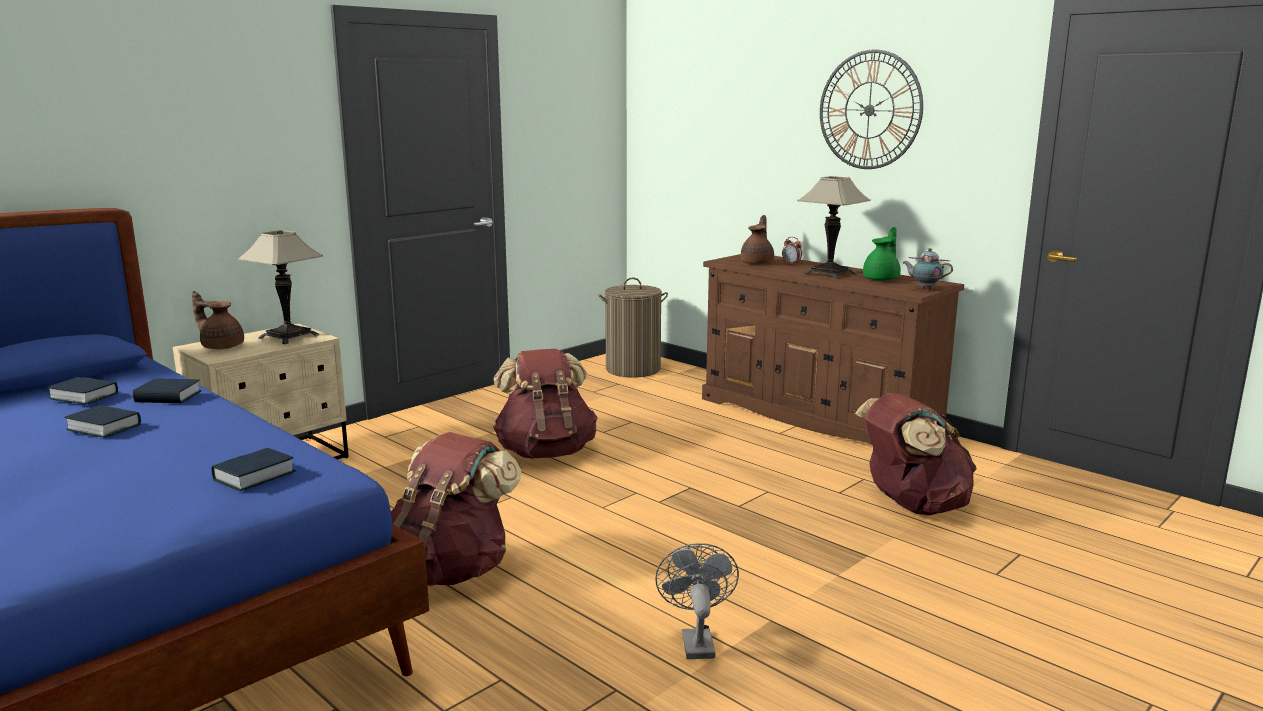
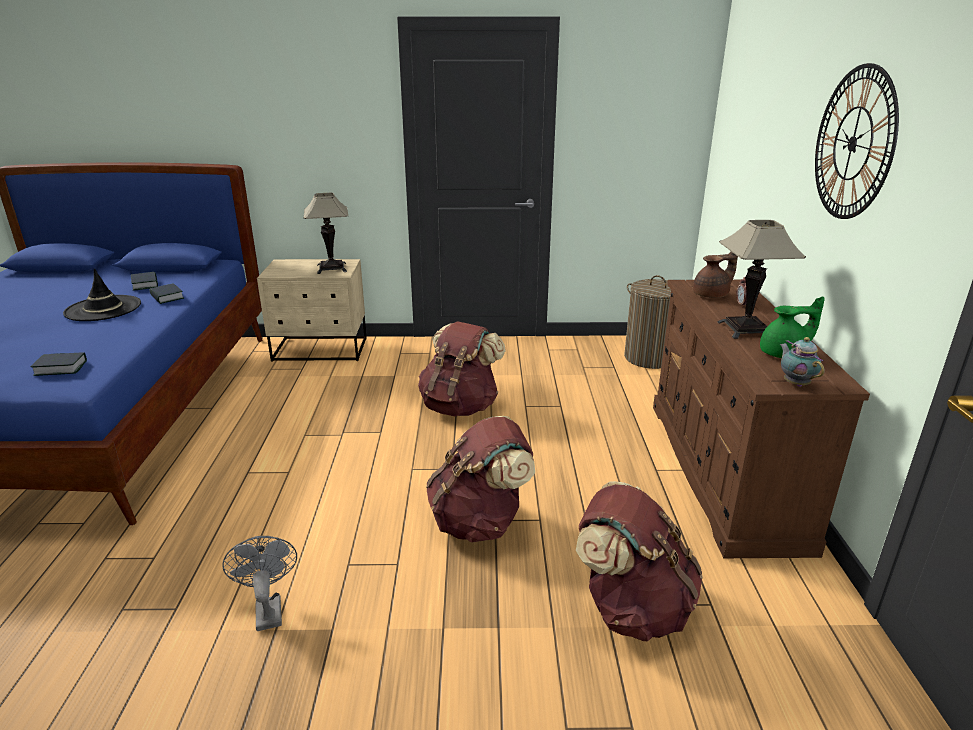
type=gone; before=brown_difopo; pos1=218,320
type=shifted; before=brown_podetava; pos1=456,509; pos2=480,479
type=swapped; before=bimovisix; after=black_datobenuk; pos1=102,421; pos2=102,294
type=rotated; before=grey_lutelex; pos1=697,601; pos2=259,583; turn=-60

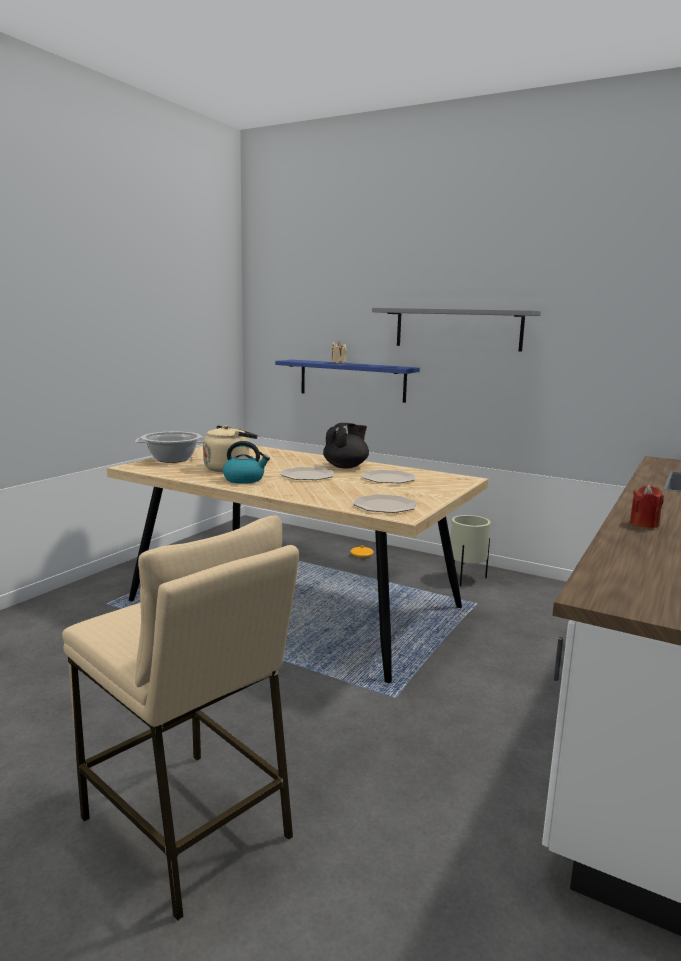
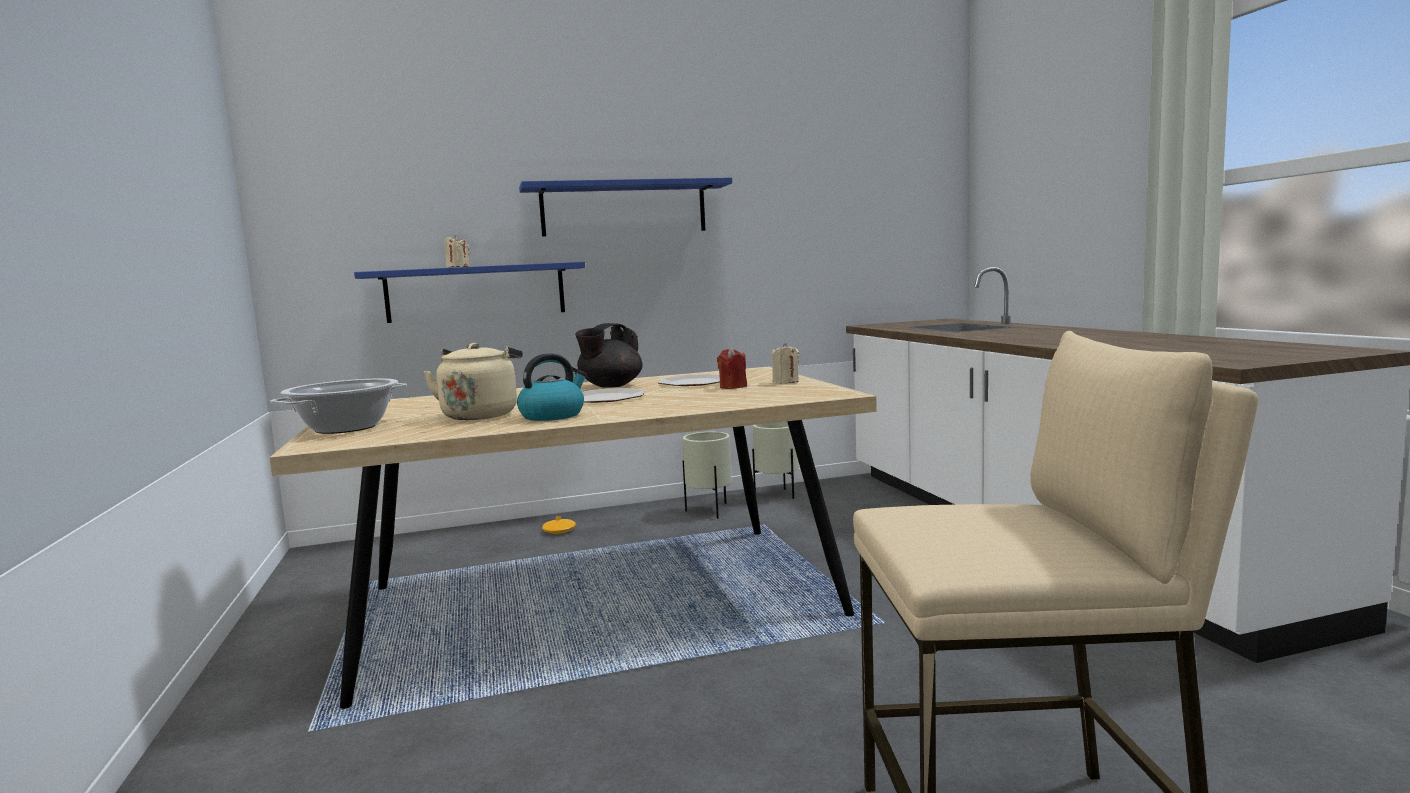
type=gone; before=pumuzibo; pos1=385,503
type=new; after=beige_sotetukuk; pos2=775,460
type=new; after=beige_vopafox; pos2=786,363
type=shifted; before=red_vopafox; pos1=647,506; pos2=732,368
type=repainted; before=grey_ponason; after=blue_ponason; pos1=456,330; pos2=625,207
type=rotated; before=black_difopo; pos1=346,445; pos2=609,355; turn=-135

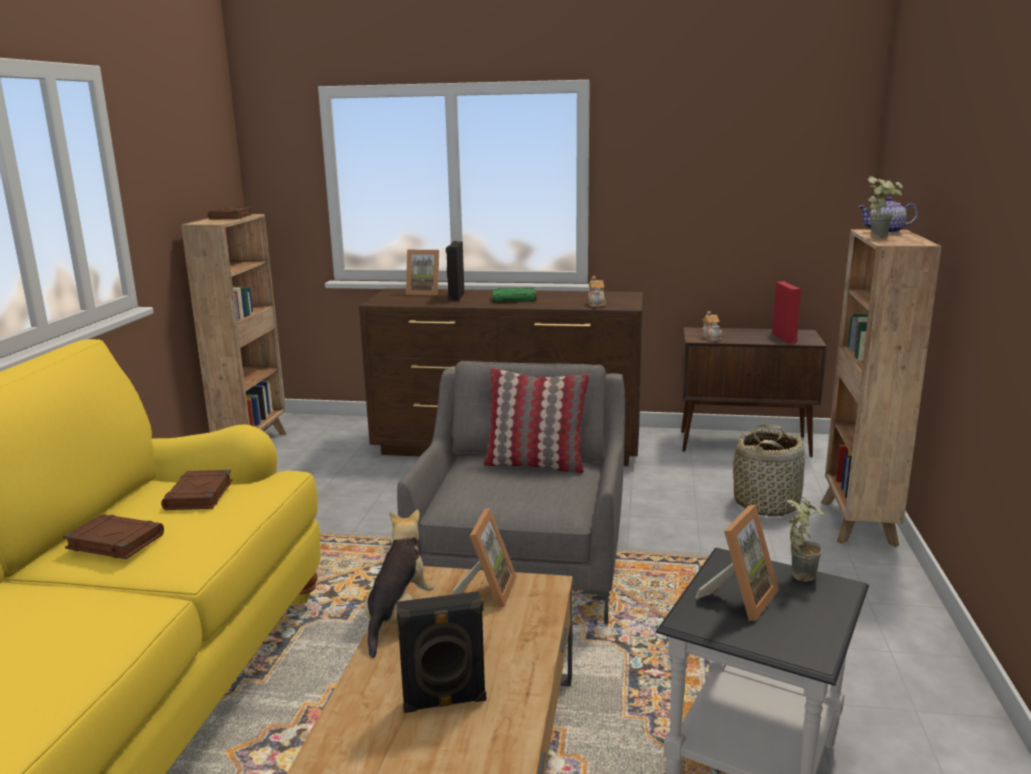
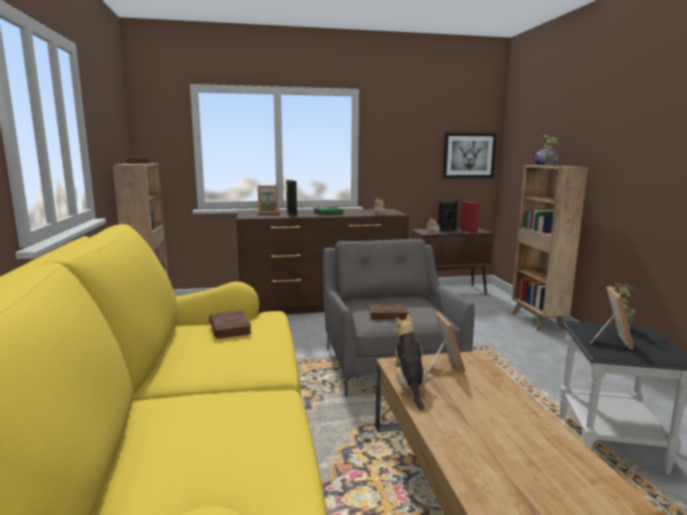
type=gone; before=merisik; pos1=536,421
type=gone; before=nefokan; pos1=769,470
type=new; after=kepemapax; pos2=470,155
type=shifted; before=brown_bimovisix; pos1=113,536; pos2=388,312
type=shifted; before=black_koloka; pos1=441,652; pos2=448,216

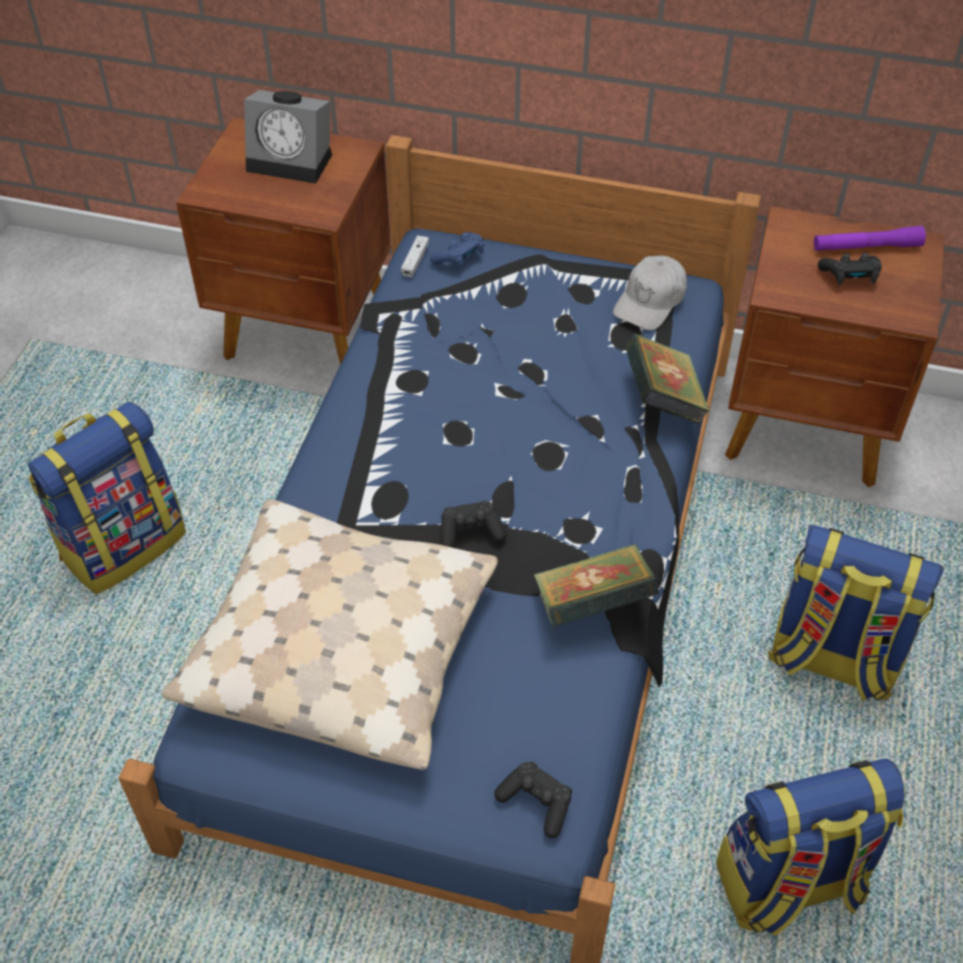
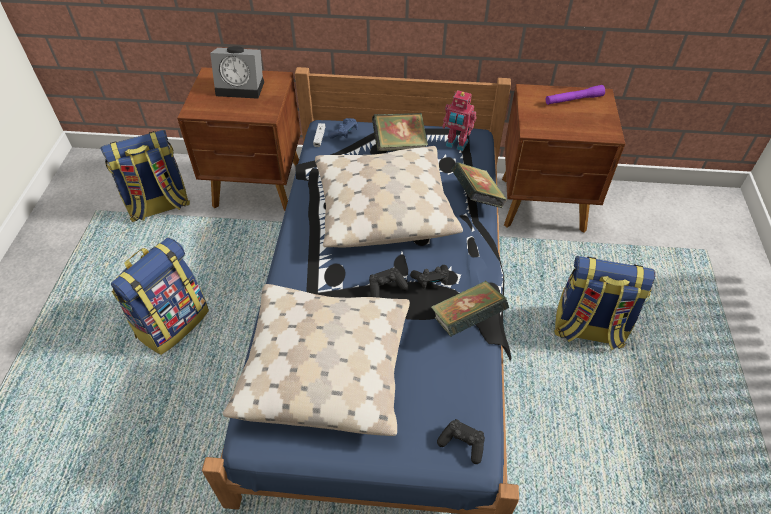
type=new; after=beige_merisik; pos2=389,196
type=new; after=bimovisix; pos2=400,132
type=shifted; before=podetava; pos1=810,847; pos2=145,176
type=shifted; before=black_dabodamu; pos1=850,269; pos2=429,277
type=swapped; before=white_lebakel; after=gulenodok; pos1=650,293; pos2=459,120

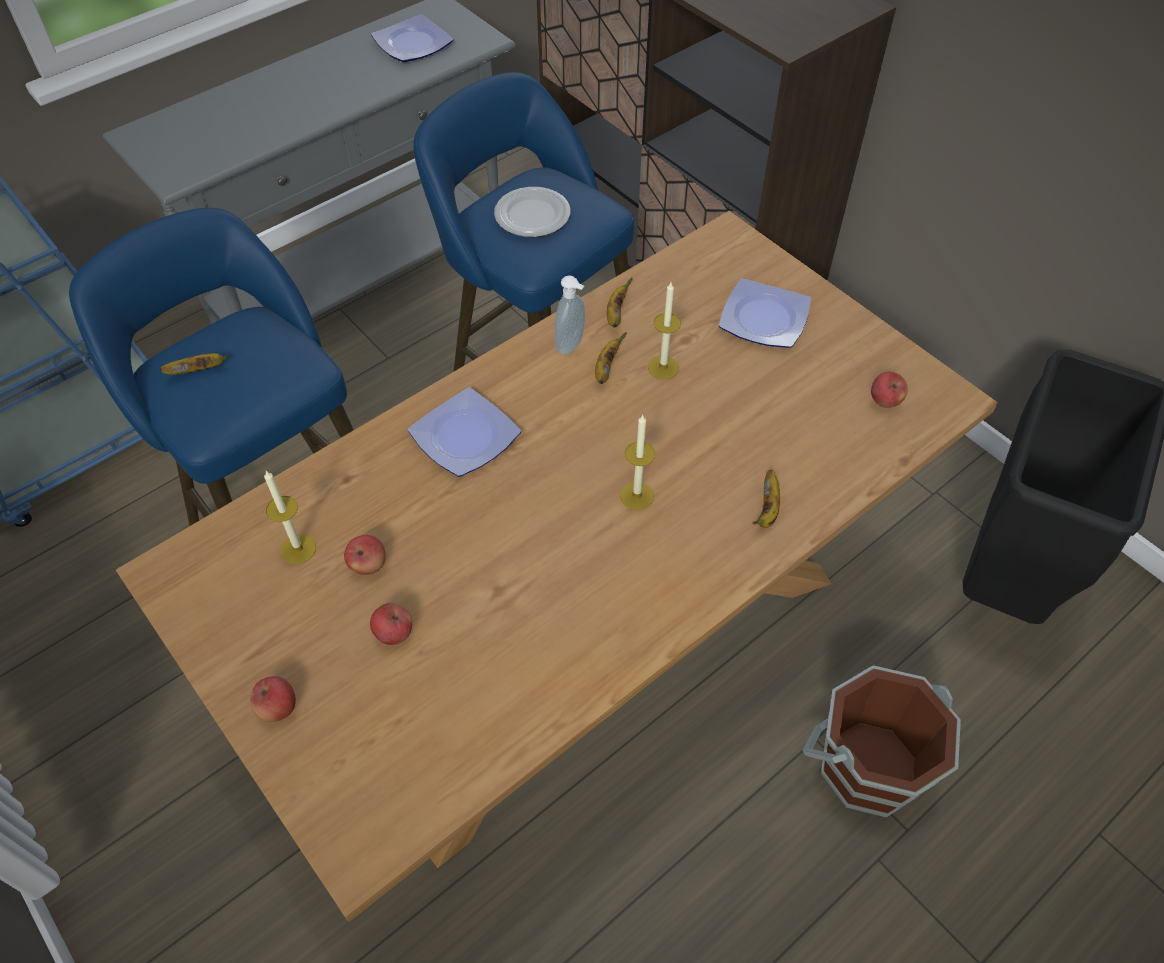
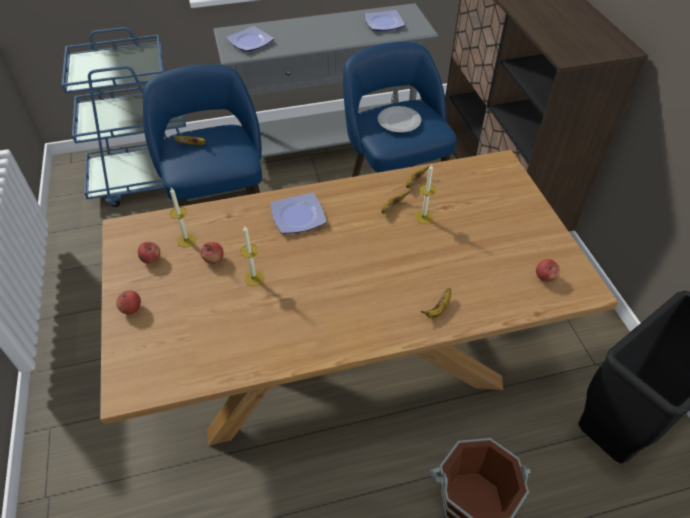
type=gone; before=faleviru; pos1=570,315
type=shifted; before=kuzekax; pos1=391,624; pos2=149,253
type=shifted; before=vopafox; pos1=637,462; pos2=252,256
type=shifted; before=pumuzibo; pos1=765,313; pos2=250,39

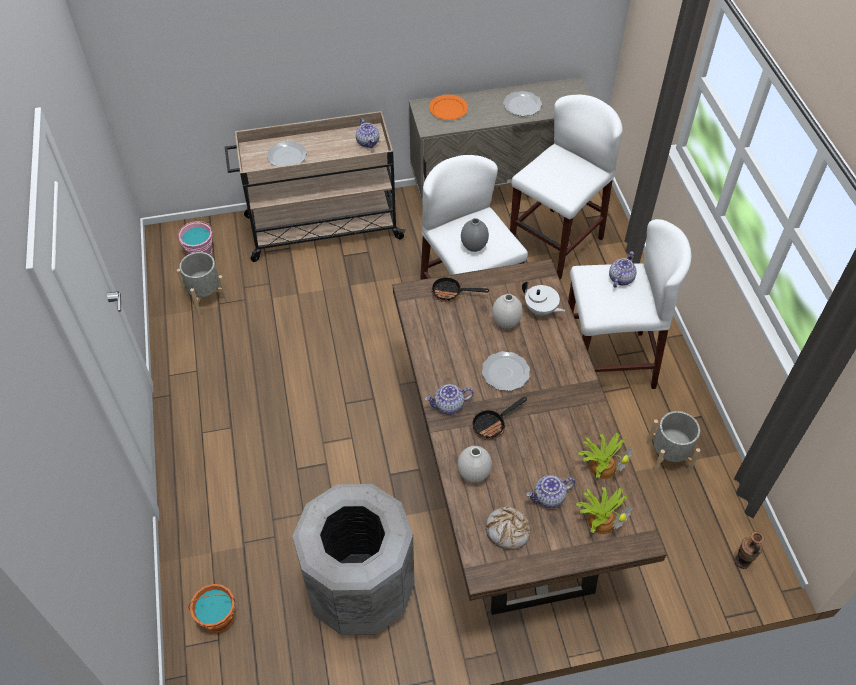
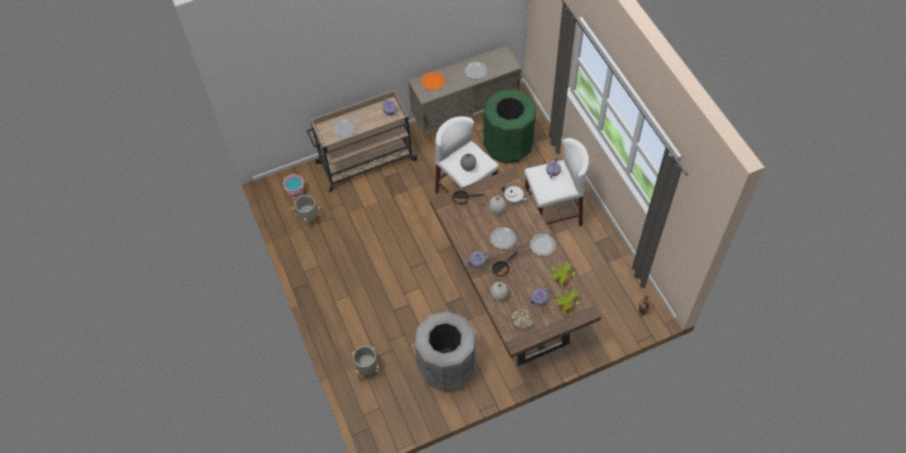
type=gone; before=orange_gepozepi; pos1=212,608
type=new; after=pumuzibo; pos2=543,245
type=shifted; before=grey_sotetukuk; pos1=673,442; pos2=366,364
type=swapped; before=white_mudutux; after=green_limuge; pos1=566,187; pos2=509,126

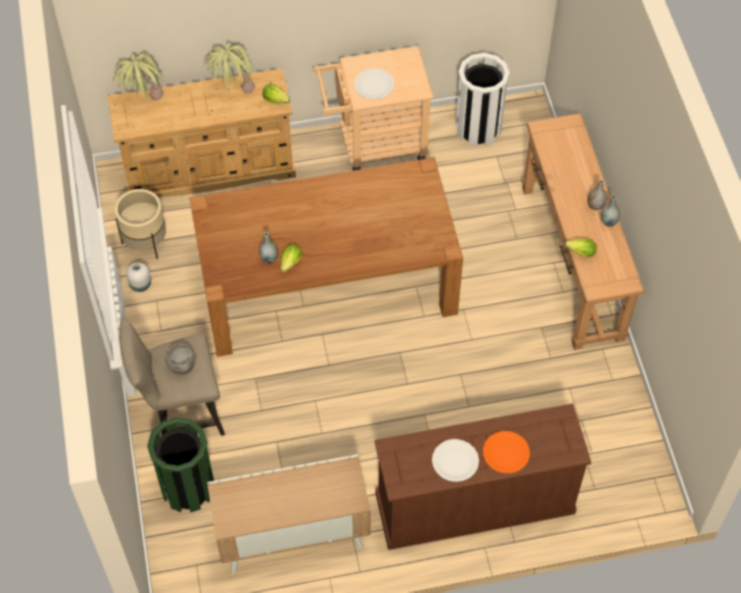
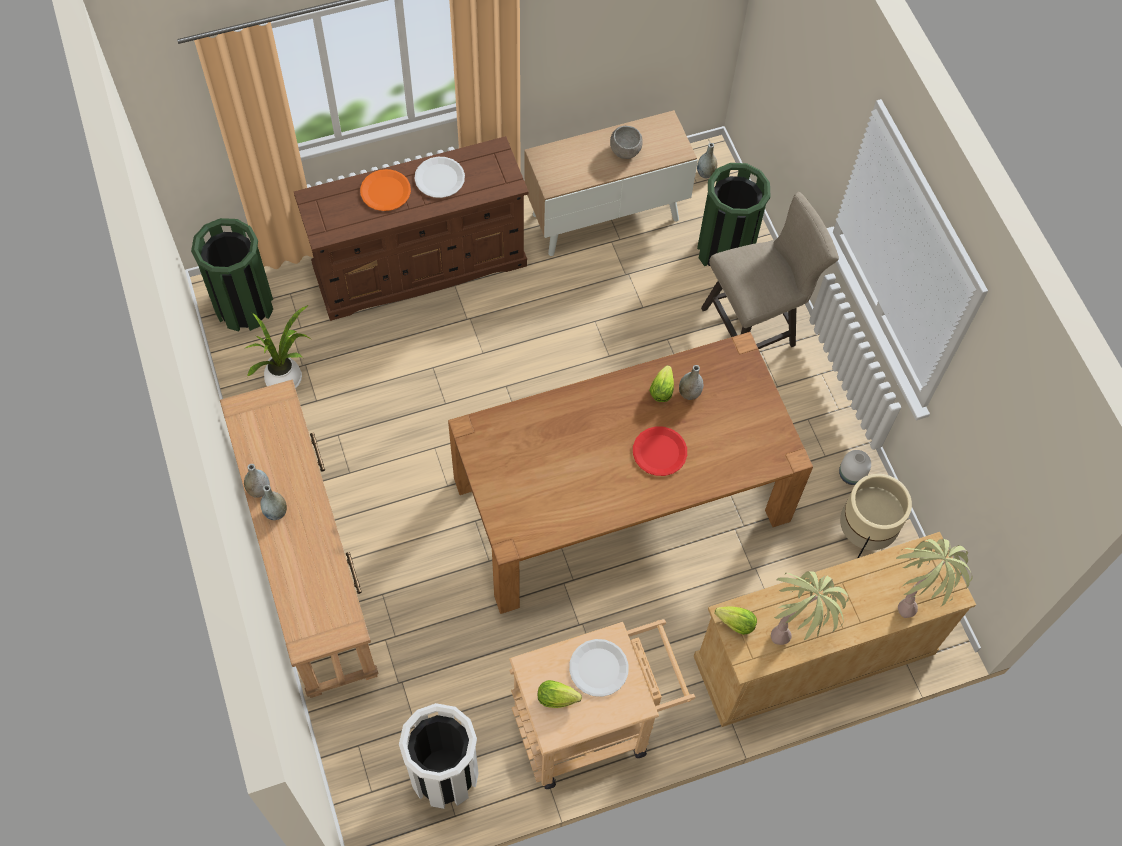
type=new; after=green_limuge; pos2=232,274
type=new; after=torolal; pos2=277,347
type=new; after=red_pumuzibo; pos2=660,451
type=new; after=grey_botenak; pos2=707,161
type=shifted; before=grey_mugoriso; pos1=180,359; pos2=626,142
type=shifted; before=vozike; pos1=581,247; pos2=560,694

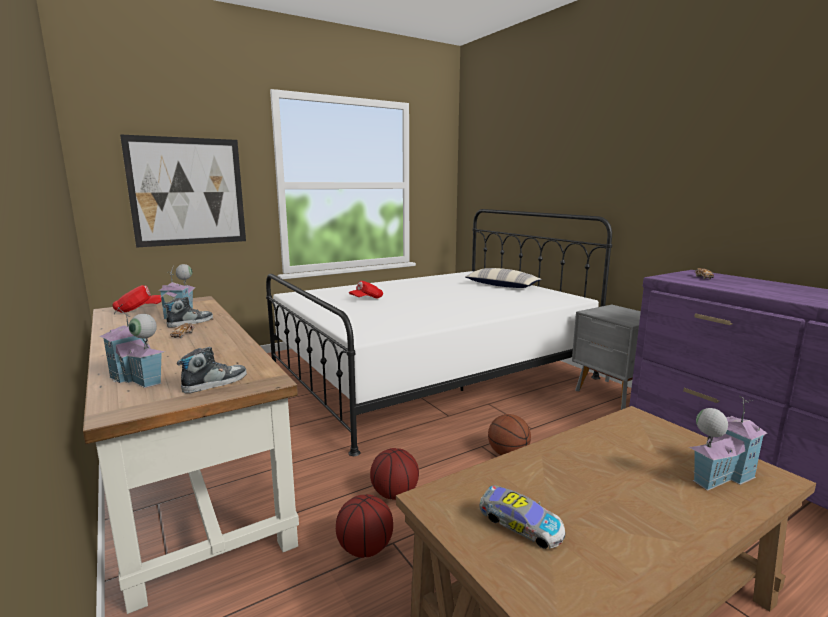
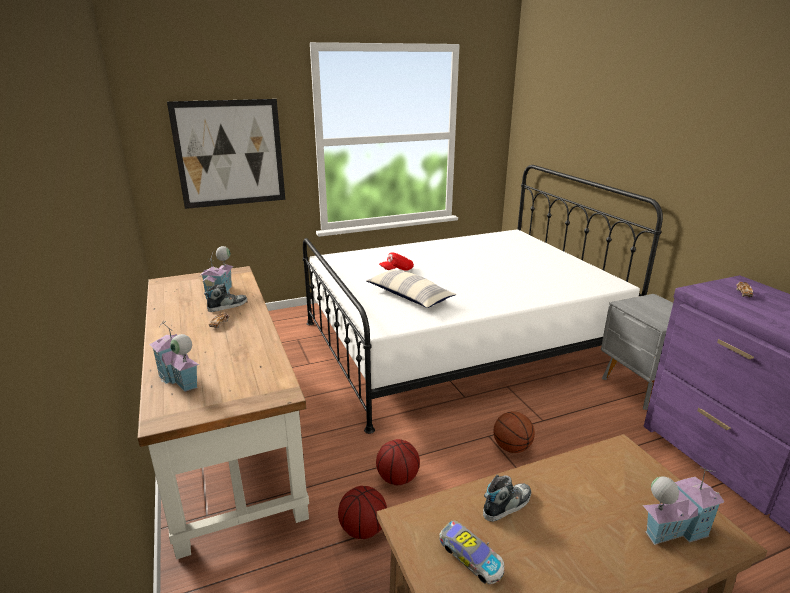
type=gone; before=red_lebakel; pos1=137,299
type=shifted; before=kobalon; pos1=212,370; pos2=507,498
type=shifted; before=merisik; pos1=503,278; pos2=411,289

